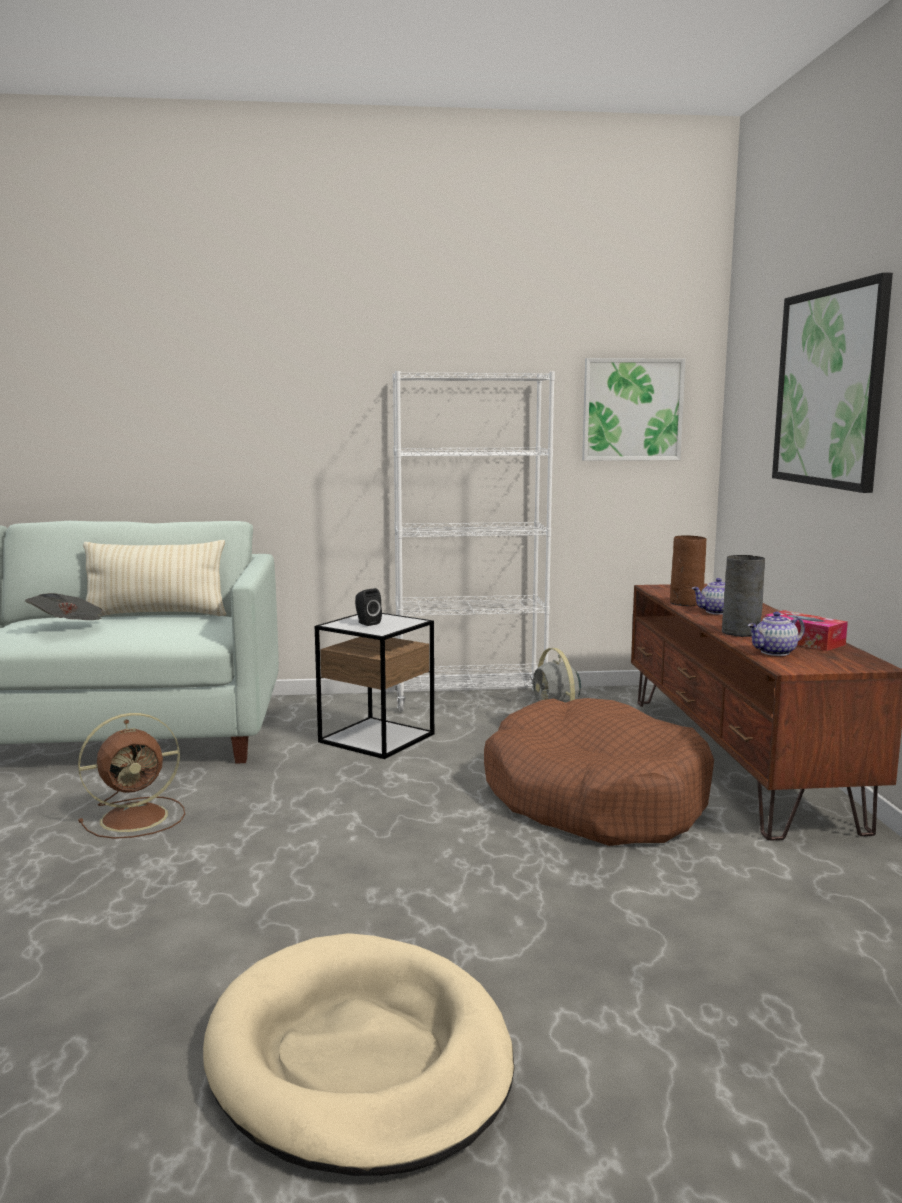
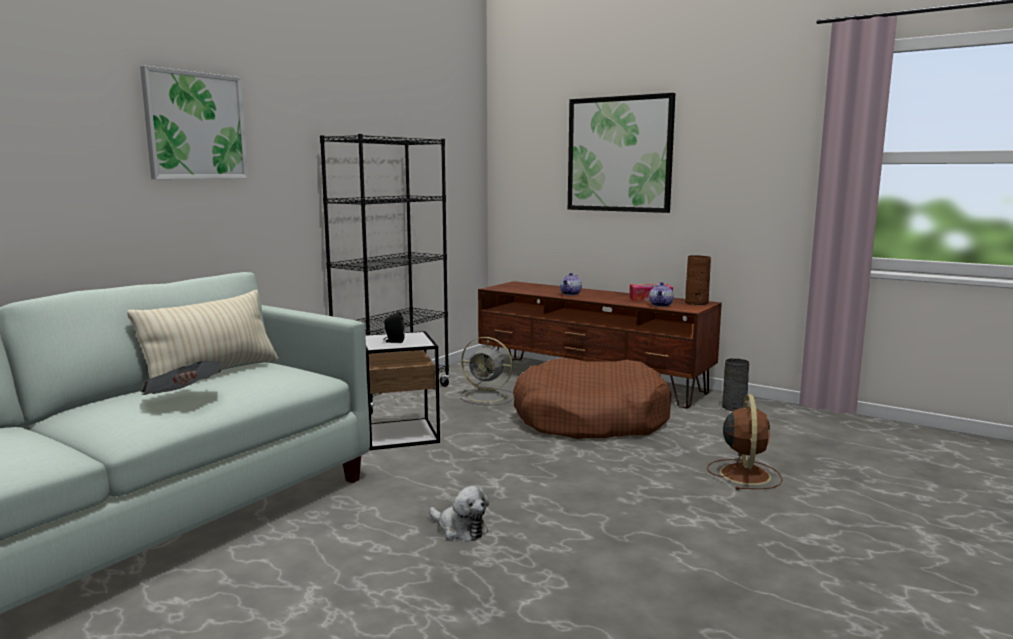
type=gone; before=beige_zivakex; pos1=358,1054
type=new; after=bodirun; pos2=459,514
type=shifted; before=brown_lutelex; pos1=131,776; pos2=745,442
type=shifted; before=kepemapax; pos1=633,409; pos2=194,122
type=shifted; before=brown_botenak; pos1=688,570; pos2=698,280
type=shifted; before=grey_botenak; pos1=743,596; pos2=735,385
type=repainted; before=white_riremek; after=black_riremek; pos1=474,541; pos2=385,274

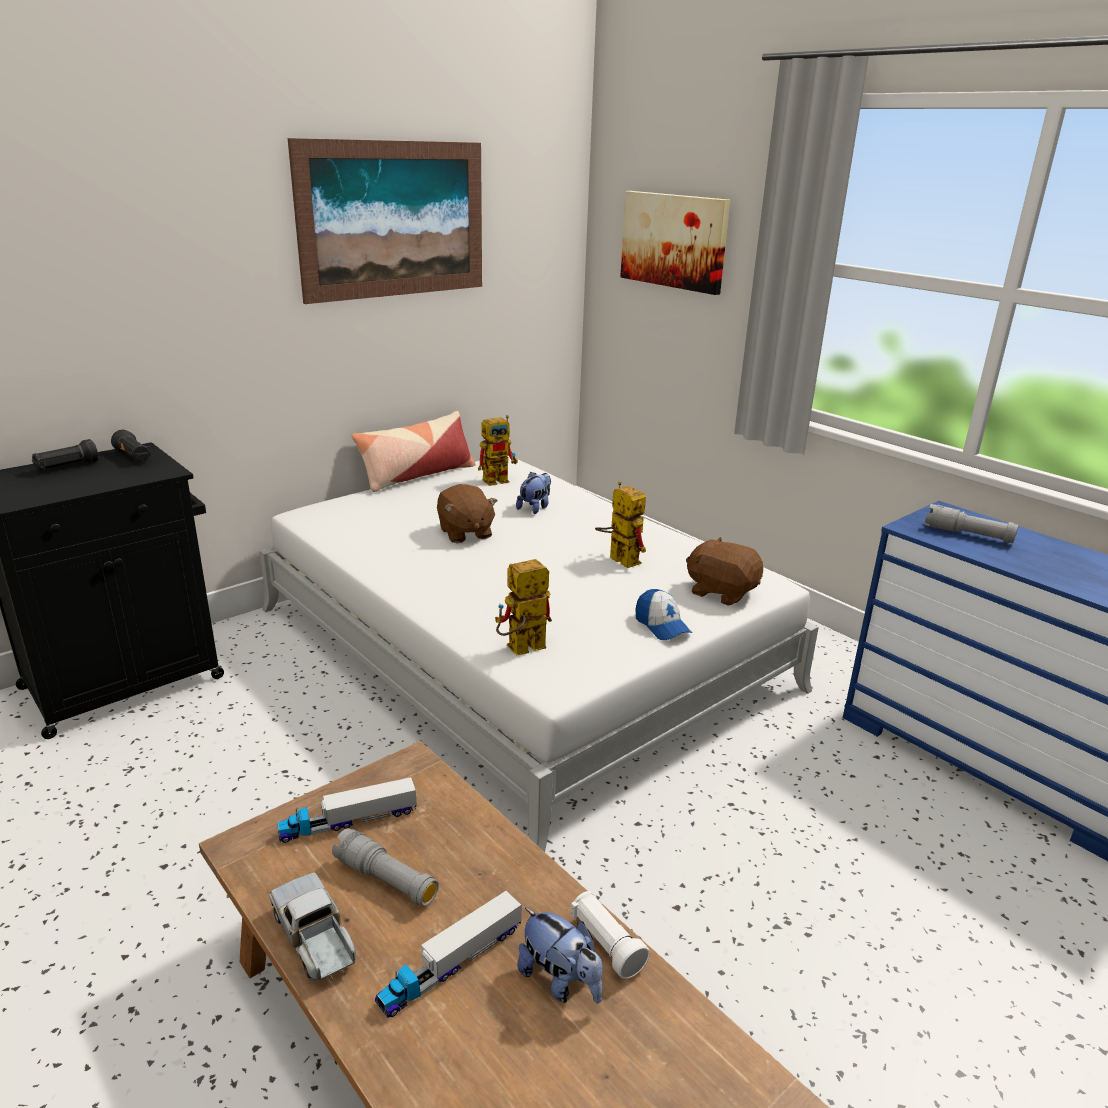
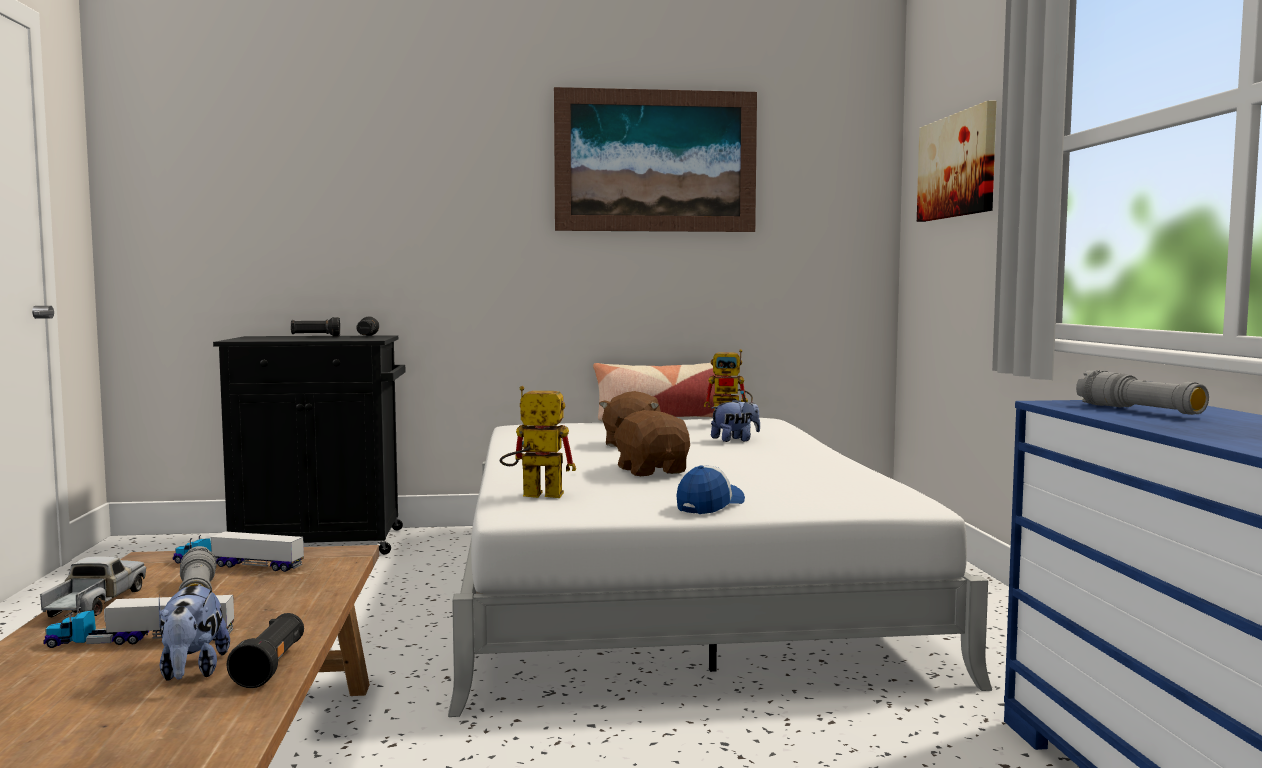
type=gone; before=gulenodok; pos1=620,524
type=shifted; before=brown_bodirun; pos1=724,571; pos2=650,443
type=repainted; before=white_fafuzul; after=black_fafuzul; pos1=610,935; pos2=265,650
type=rotated; before=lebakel; pos1=664,614; pos2=710,489; turn=-150

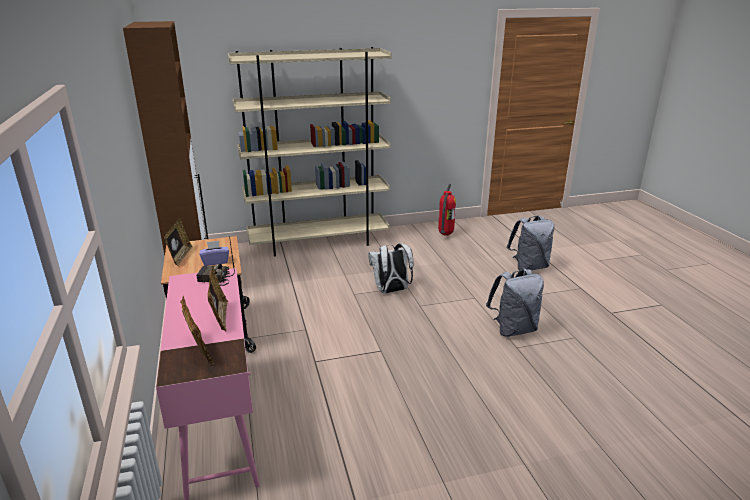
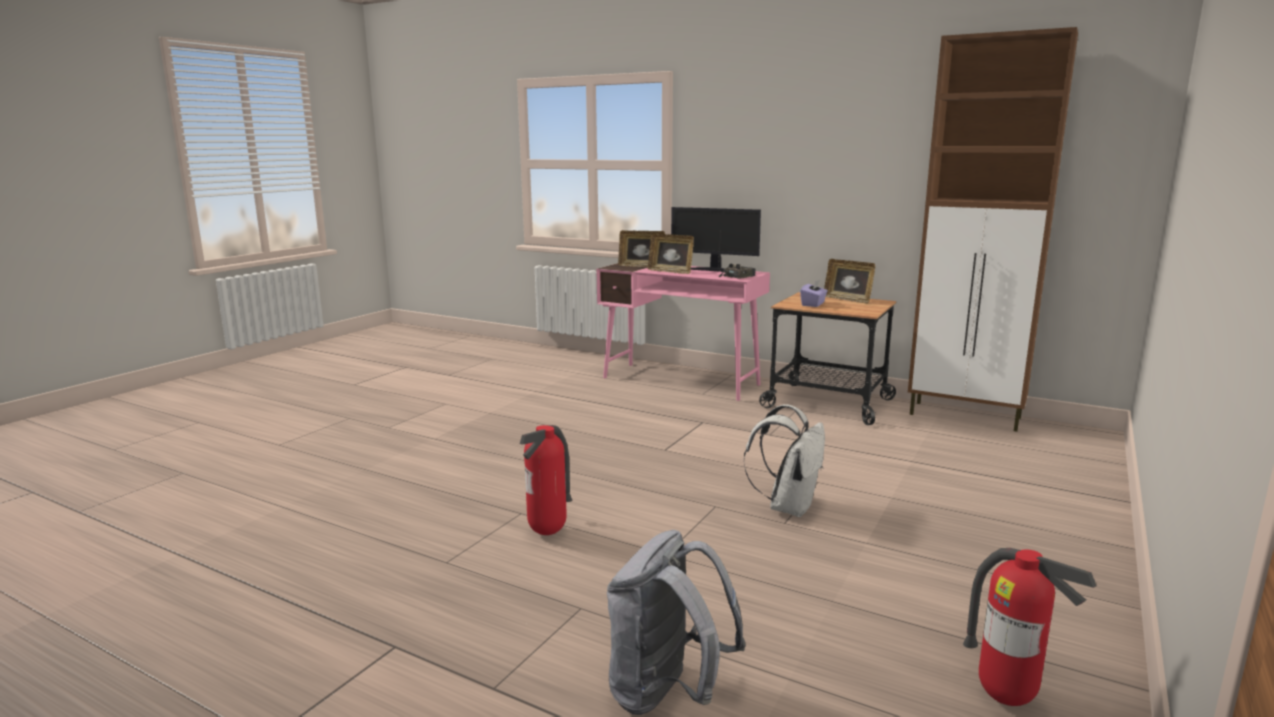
type=gone; before=beige_riremek; pos1=310,152
type=new; after=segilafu; pos2=716,239
type=swapped; before=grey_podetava; after=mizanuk; pos1=515,302; pos2=546,480

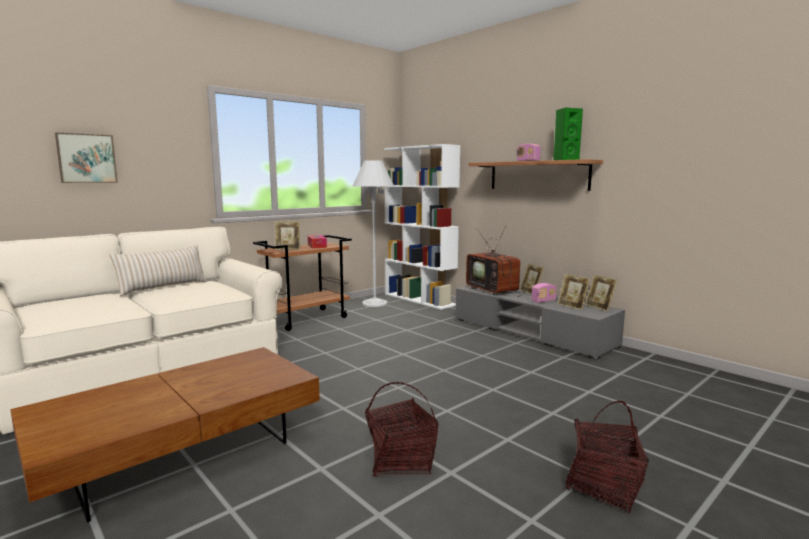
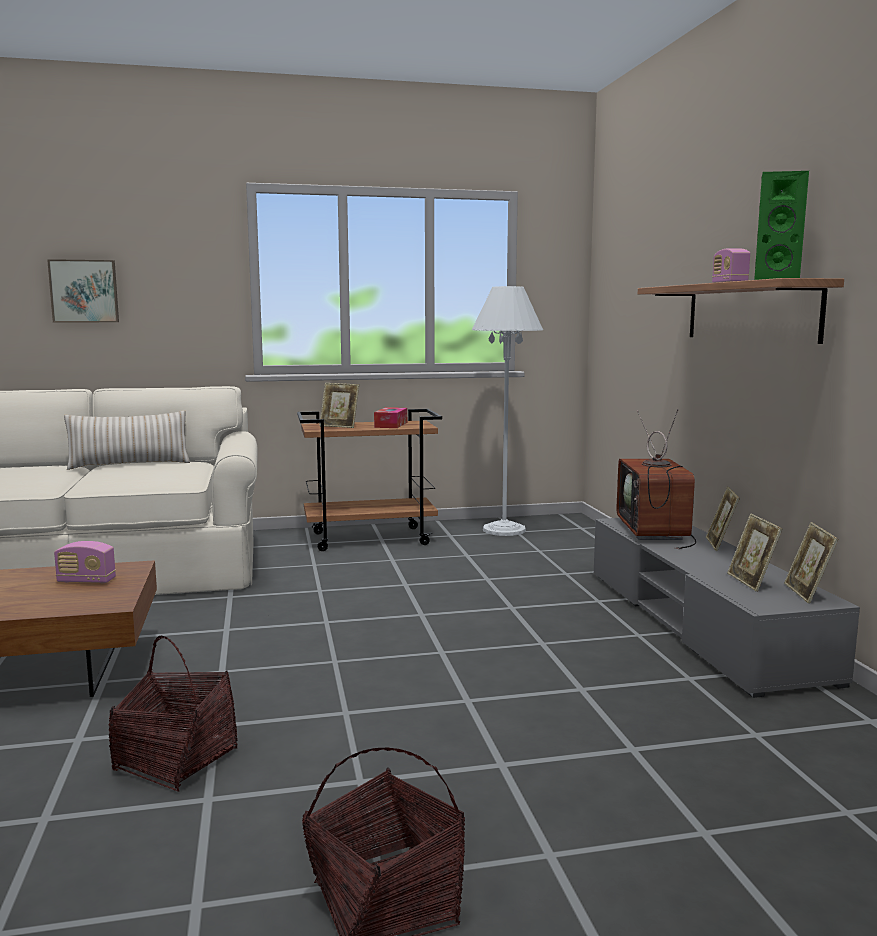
type=gone; before=white_riremek; pos1=422,227
type=shifted; before=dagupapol; pos1=543,293; pos2=85,562

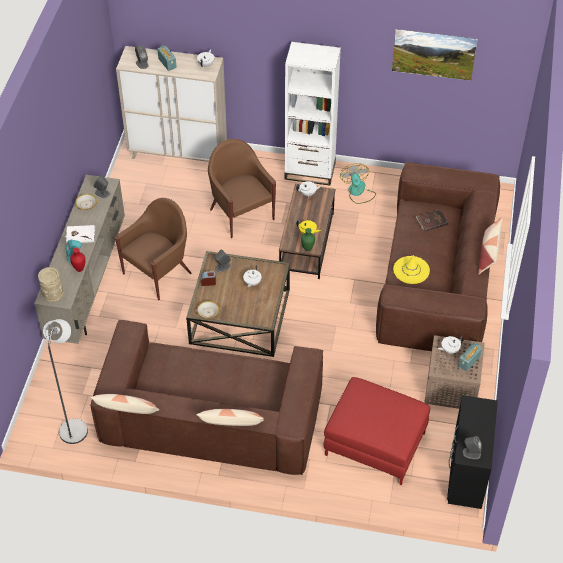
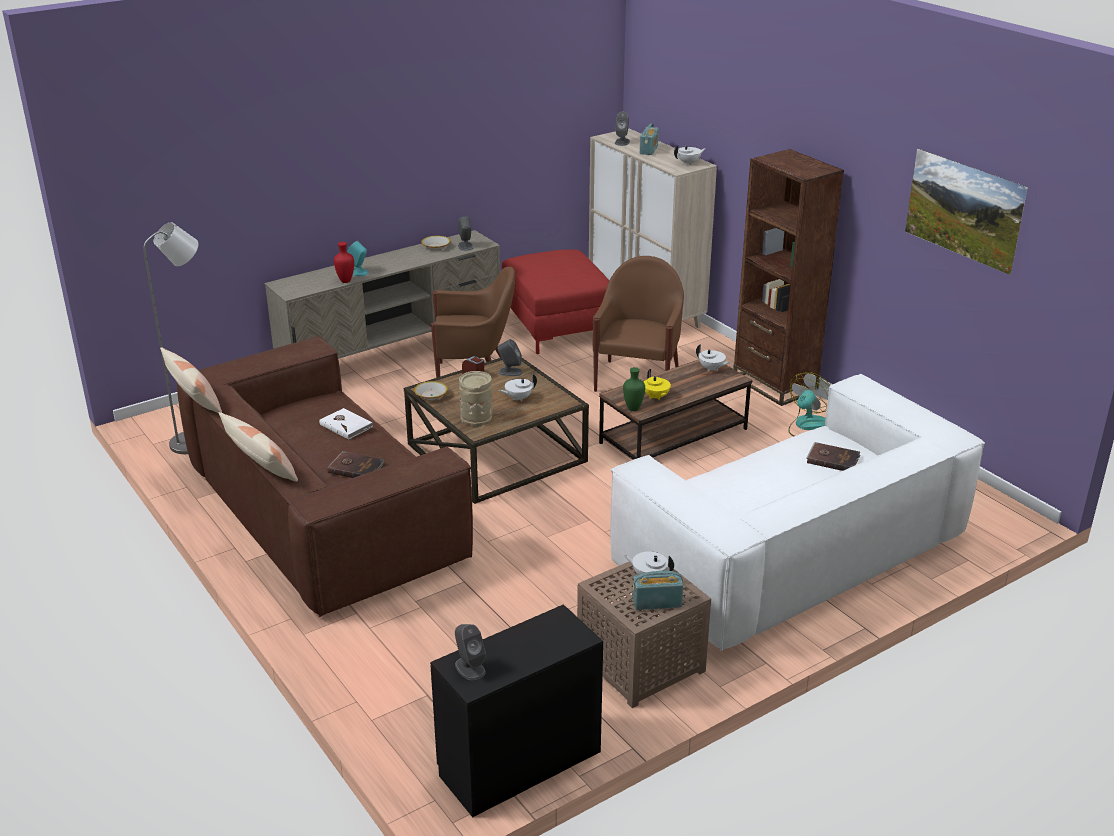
type=gone; before=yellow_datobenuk; pos1=411,269
type=gone; before=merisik; pos1=490,245
type=new; after=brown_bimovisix; pos2=356,464
type=shifted; before=beige_botenak; pos1=51,285; pos2=476,399
type=shifted; before=white_bimovisix; pos1=80,234; pos2=345,424
type=shifted; before=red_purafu; pos1=376,431; pos2=555,302
type=repainted; before=white_riremek; after=brown_riremek; pos1=313,114; pos2=788,277
type=repainted; before=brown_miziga; after=white_miziga; pos1=438,257; pos2=797,512

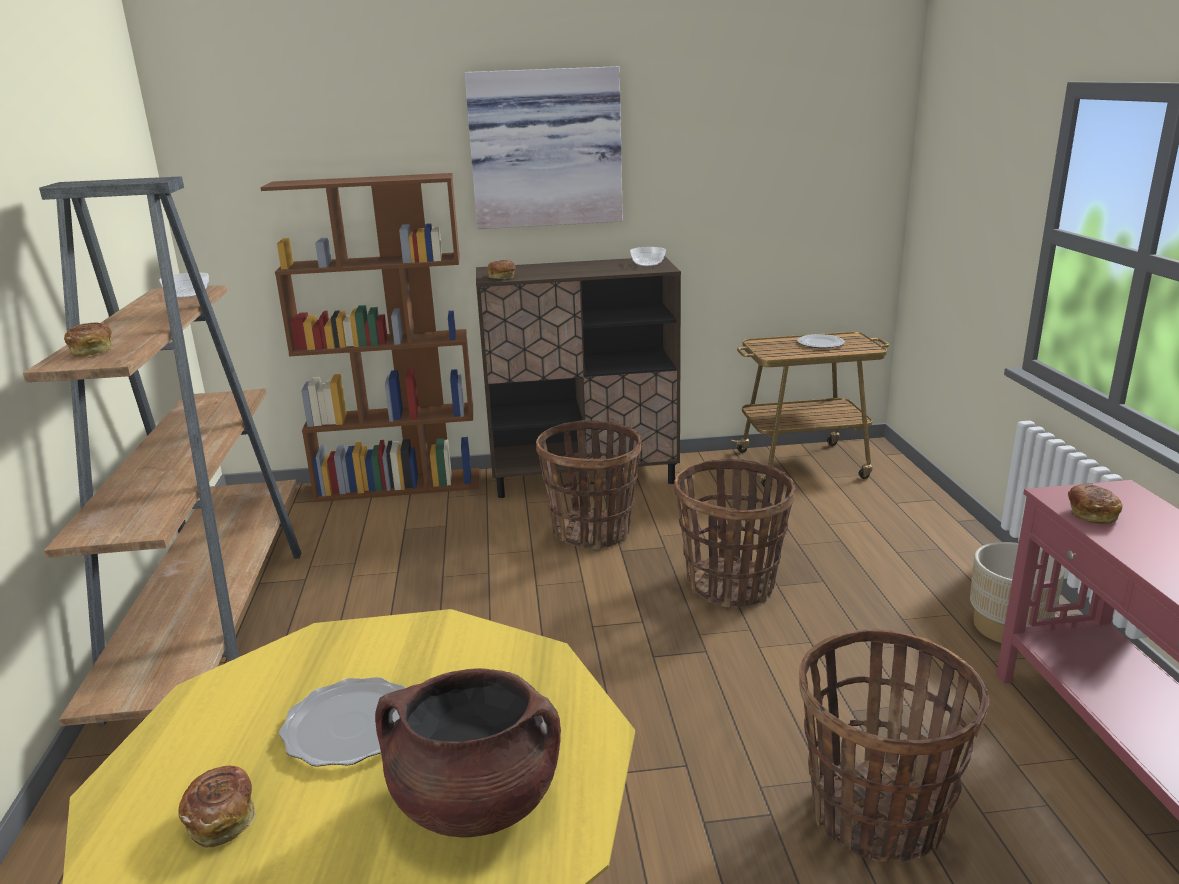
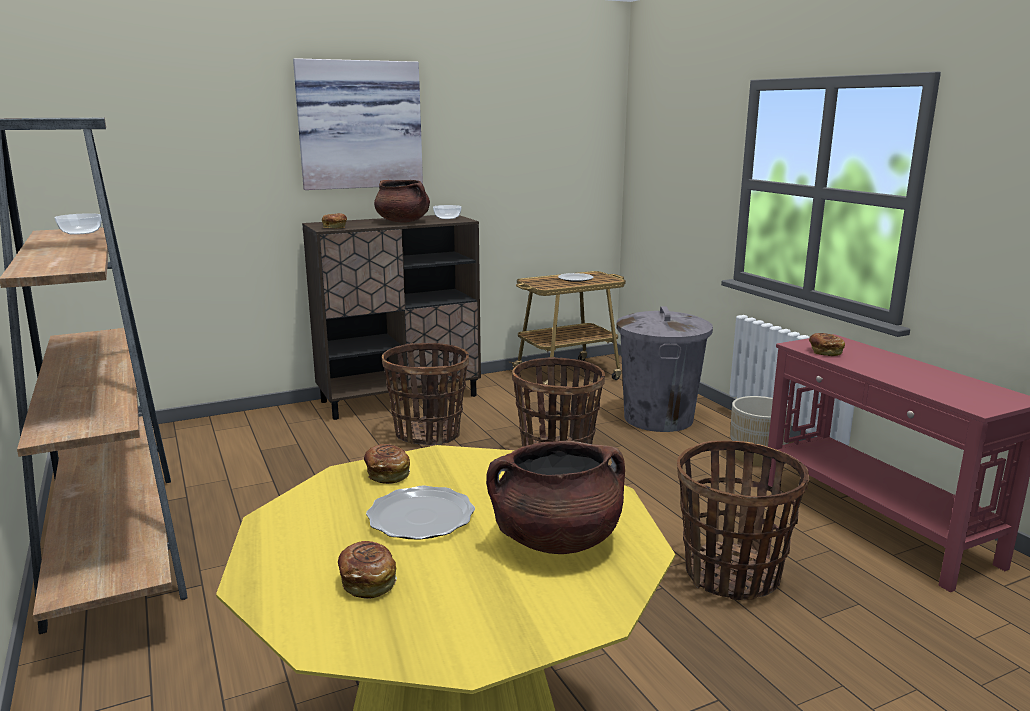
type=gone; before=brown_riremek; pos1=369,337
type=new; after=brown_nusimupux; pos2=402,201
type=new; after=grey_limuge; pos2=664,369
type=shifted; before=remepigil; pos1=89,339; pos2=387,464

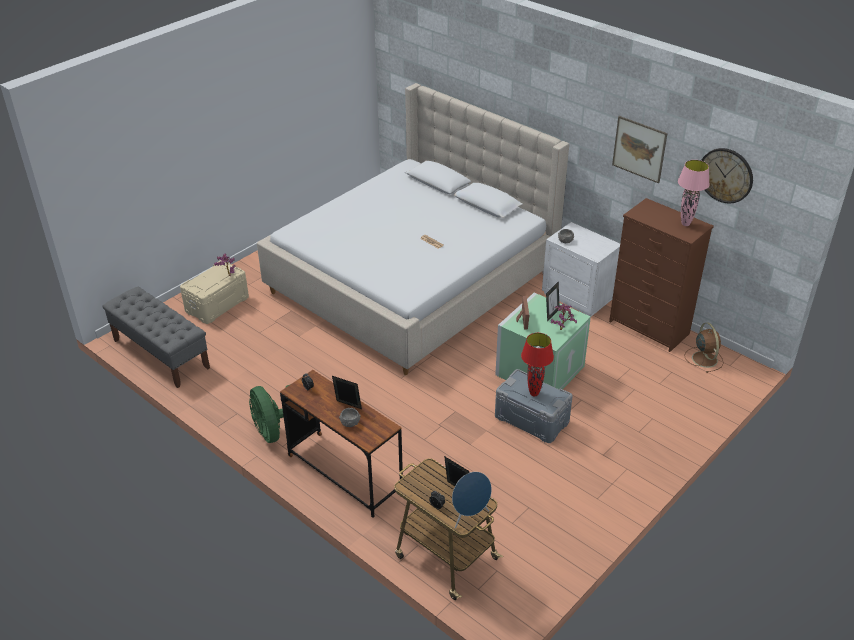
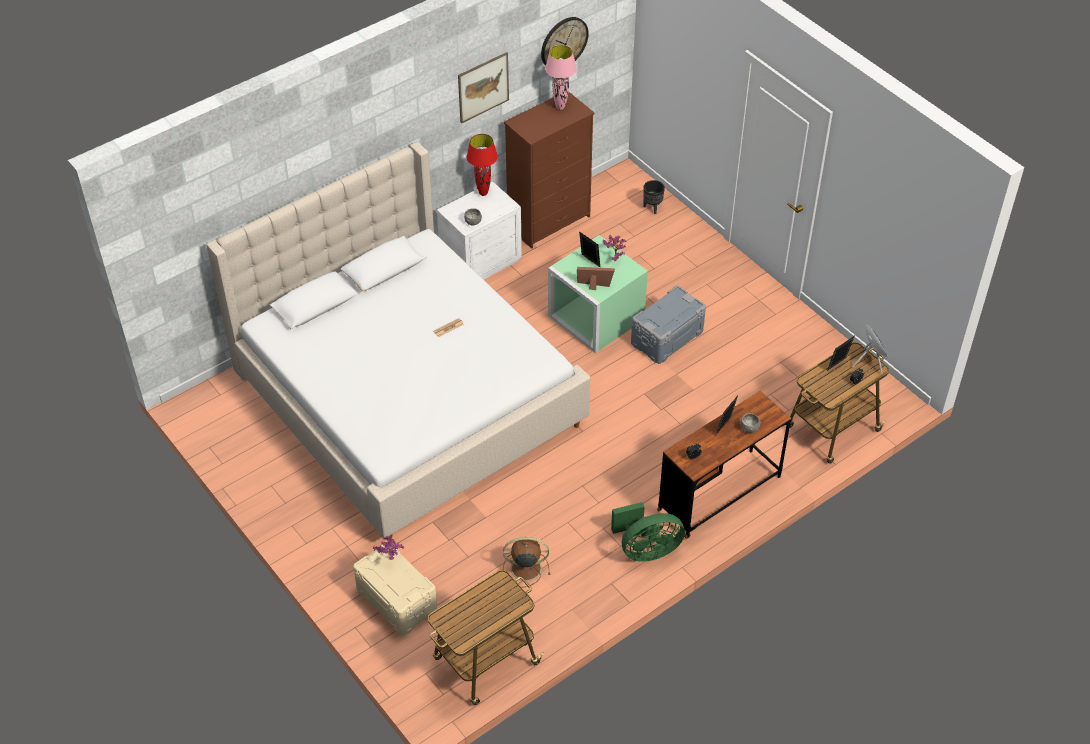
type=new; after=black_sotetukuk; pos2=654,197
type=shifted; before=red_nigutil; pos1=537,365; pos2=482,165
type=shifted; before=brown_lutelex; pos1=704,347; pos2=526,562
type=swapped; before=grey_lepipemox; after=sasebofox; pos1=156,337; pos2=486,637

